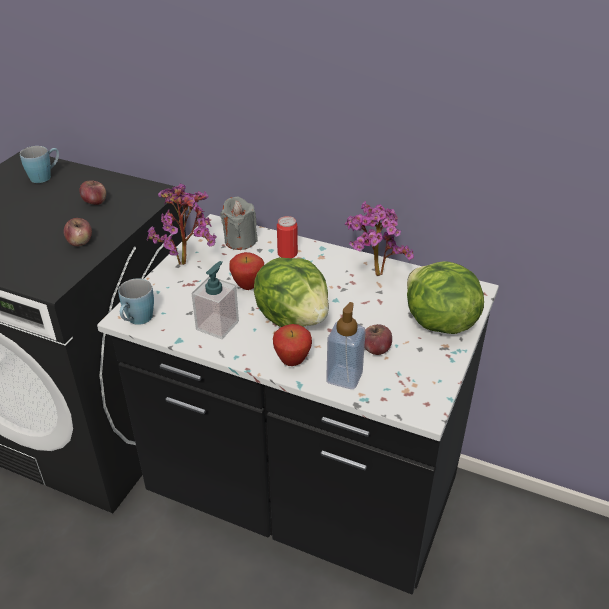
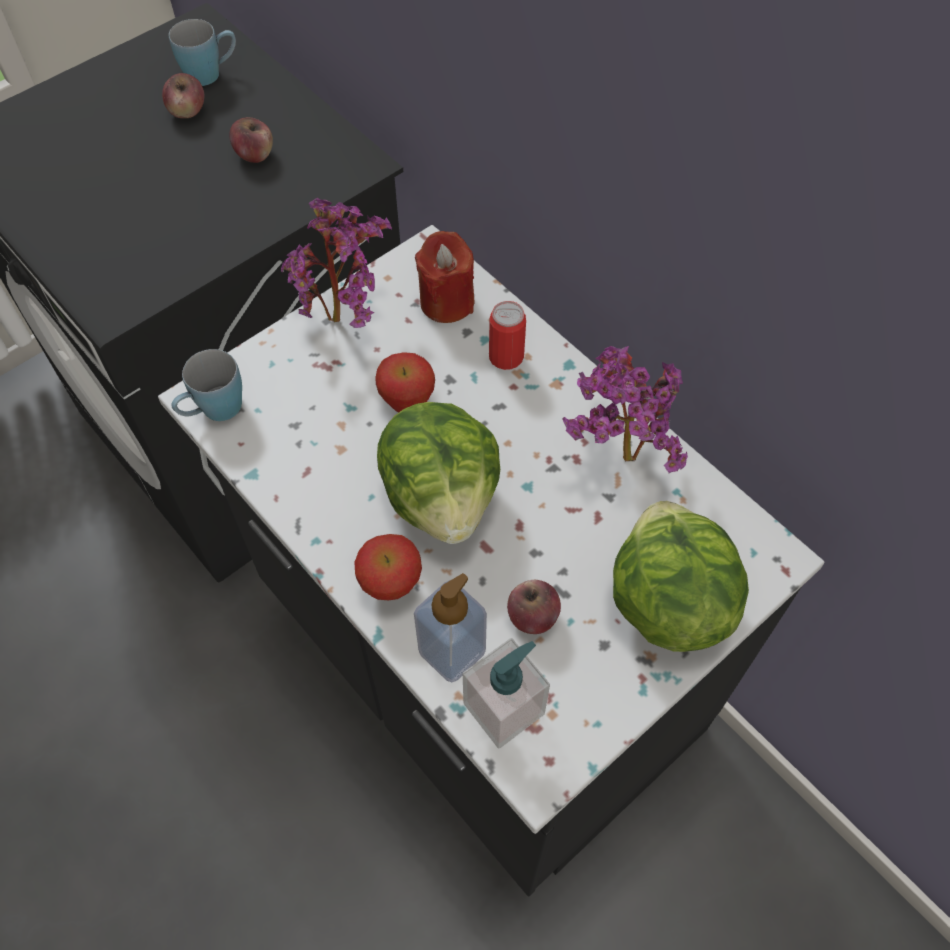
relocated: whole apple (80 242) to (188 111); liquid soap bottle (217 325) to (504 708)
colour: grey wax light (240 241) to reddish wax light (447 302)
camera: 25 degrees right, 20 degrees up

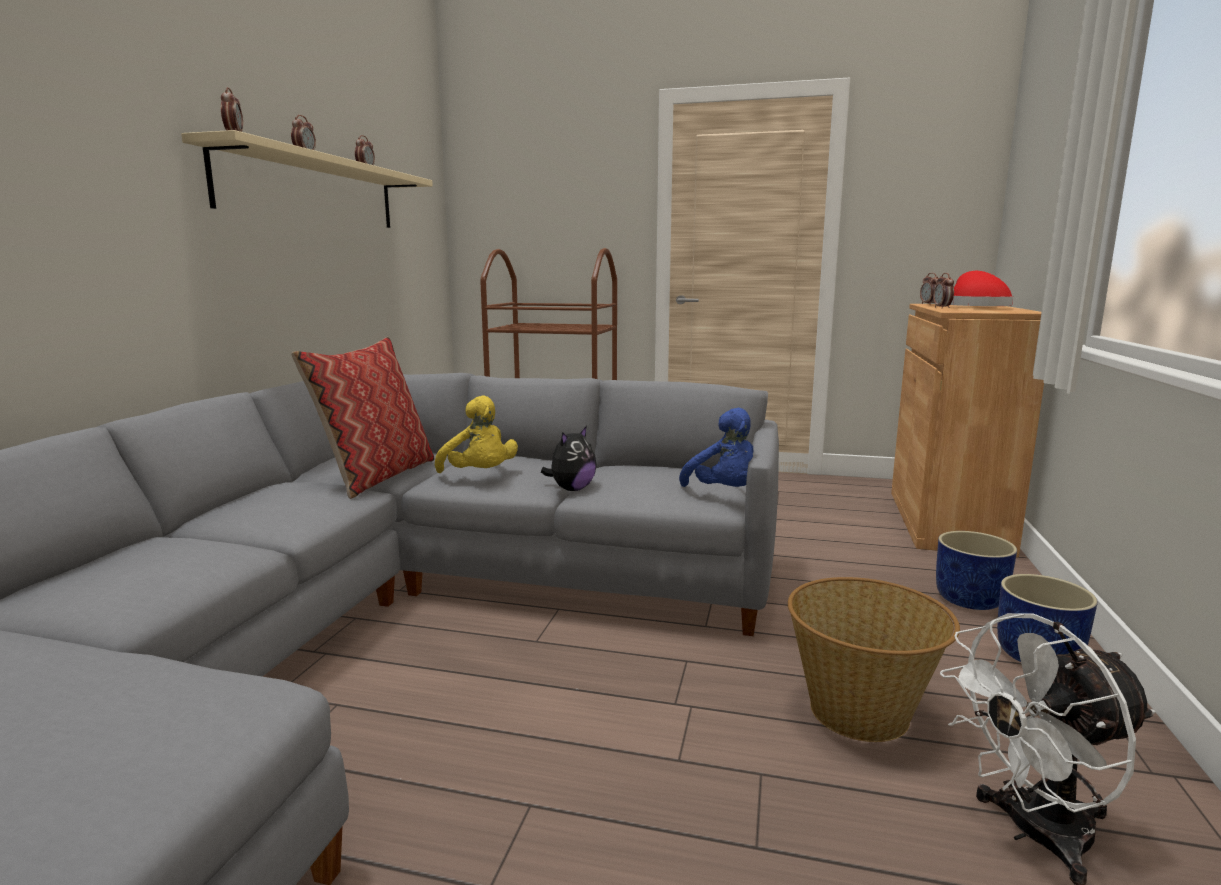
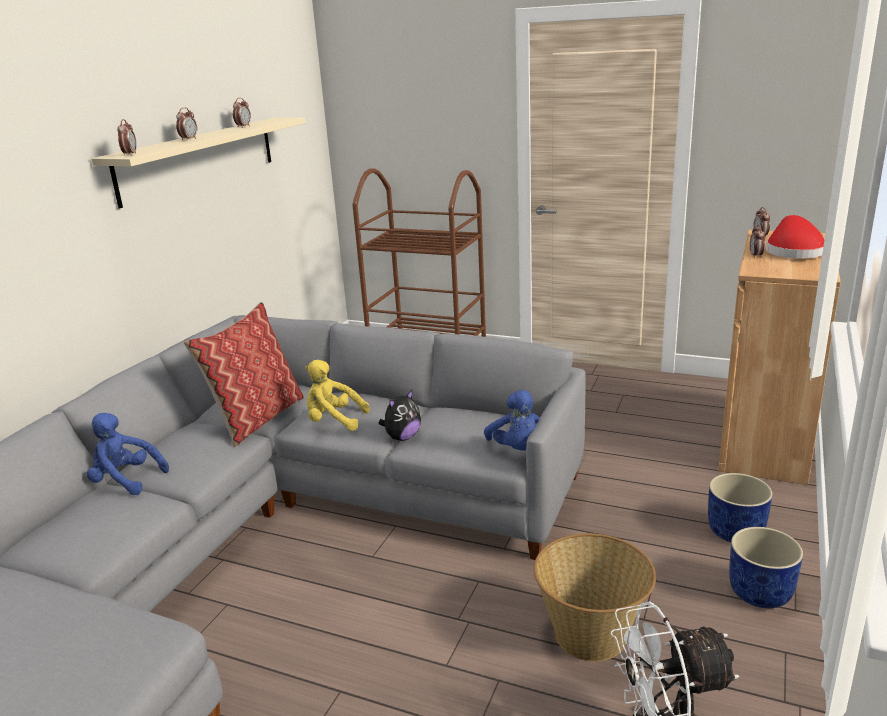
appeared: blue-coloured plush toy (126 480)
spun: yellowish plush toy (479 475) = (333 421) 135 degrees clockwise
camera: 10 degrees right, 10 degrees up

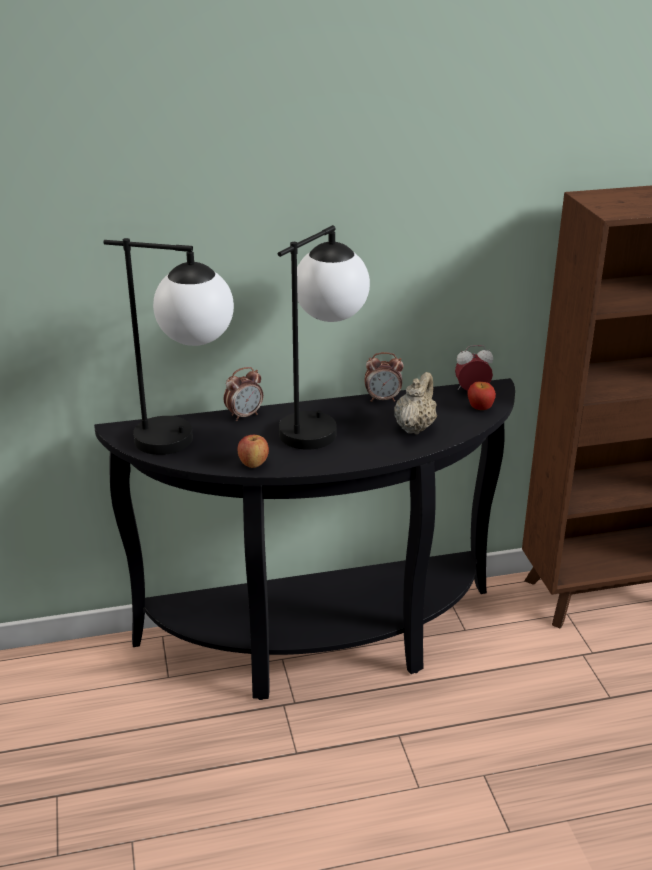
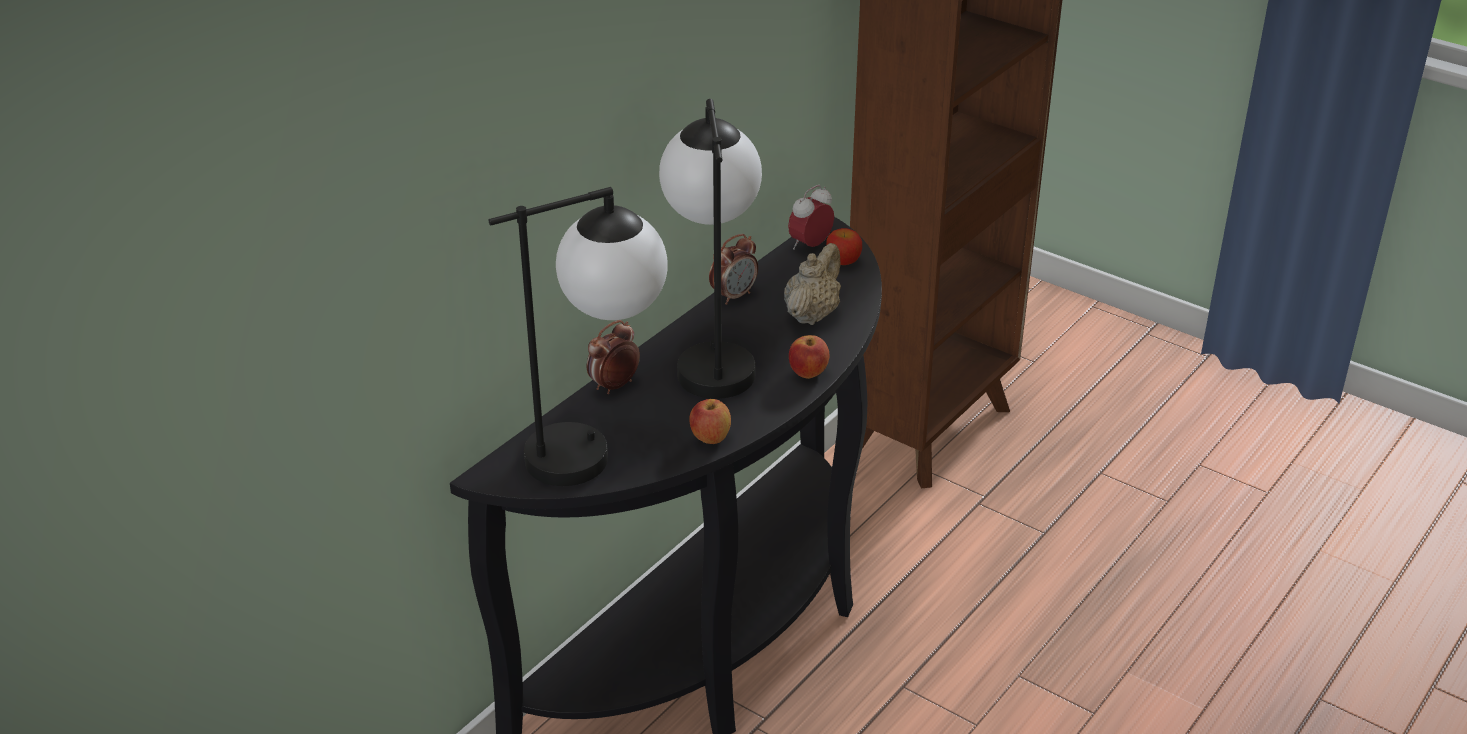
appeared: whole apple (808 373)
spun: alarm clock (244 415) = (614 386) 150 degrees counterclockwise; beige-coloured pot for tea (415 427) = (812 314) 45 degrees clockwise
camera: 40 degrees left, 5 degrees up

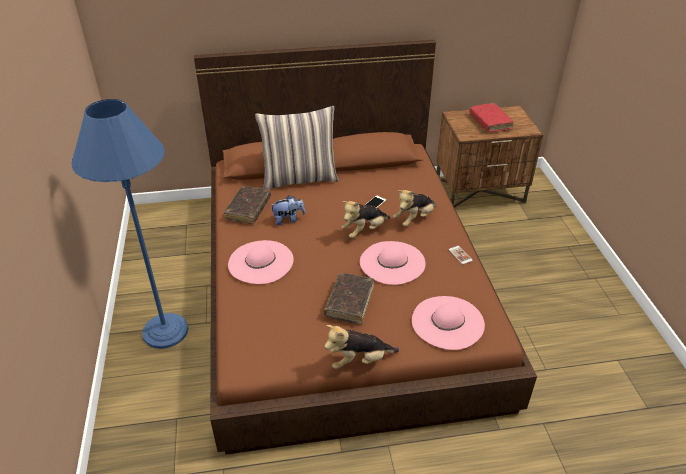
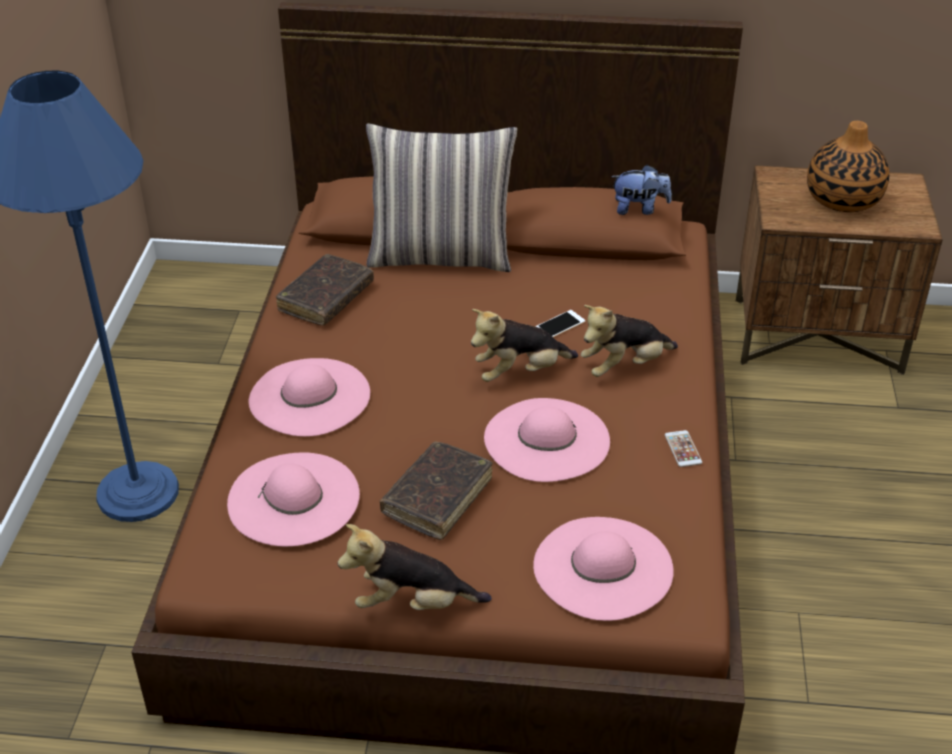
appeared: pink-coloured wearable hat (294 499)
relocated: plush toy (288 220) to (639 209)
exchanged: reddish bound book (490 122) to flower vase (842 199)
camera: 15 degrees right, 0 degrees up

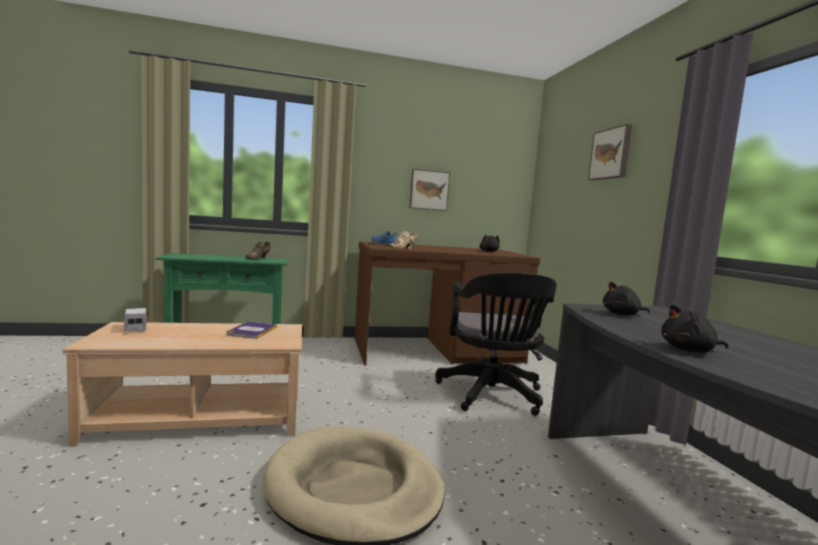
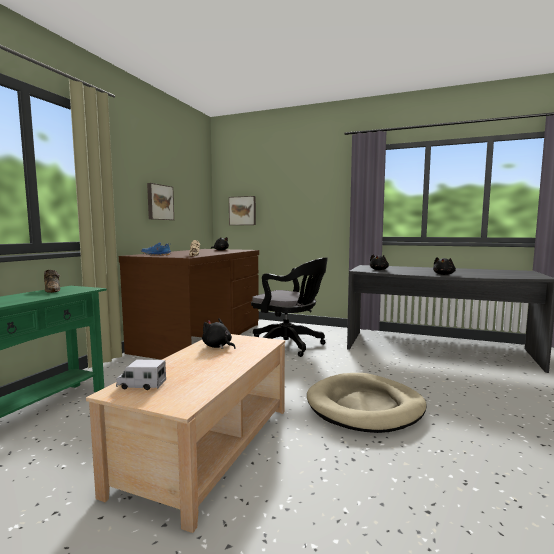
relocated: wall art (611 154) to (242 211)
exchanged: bound book (252 331) to black plush toy (218 346)
camera: 55 degrees left, 0 degrees up

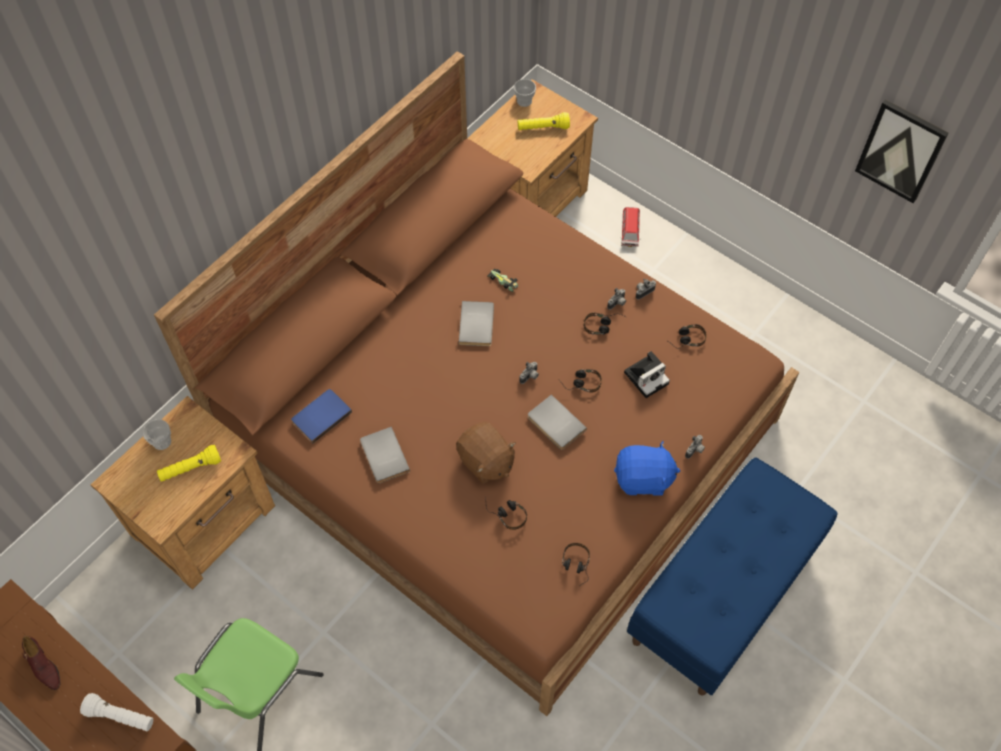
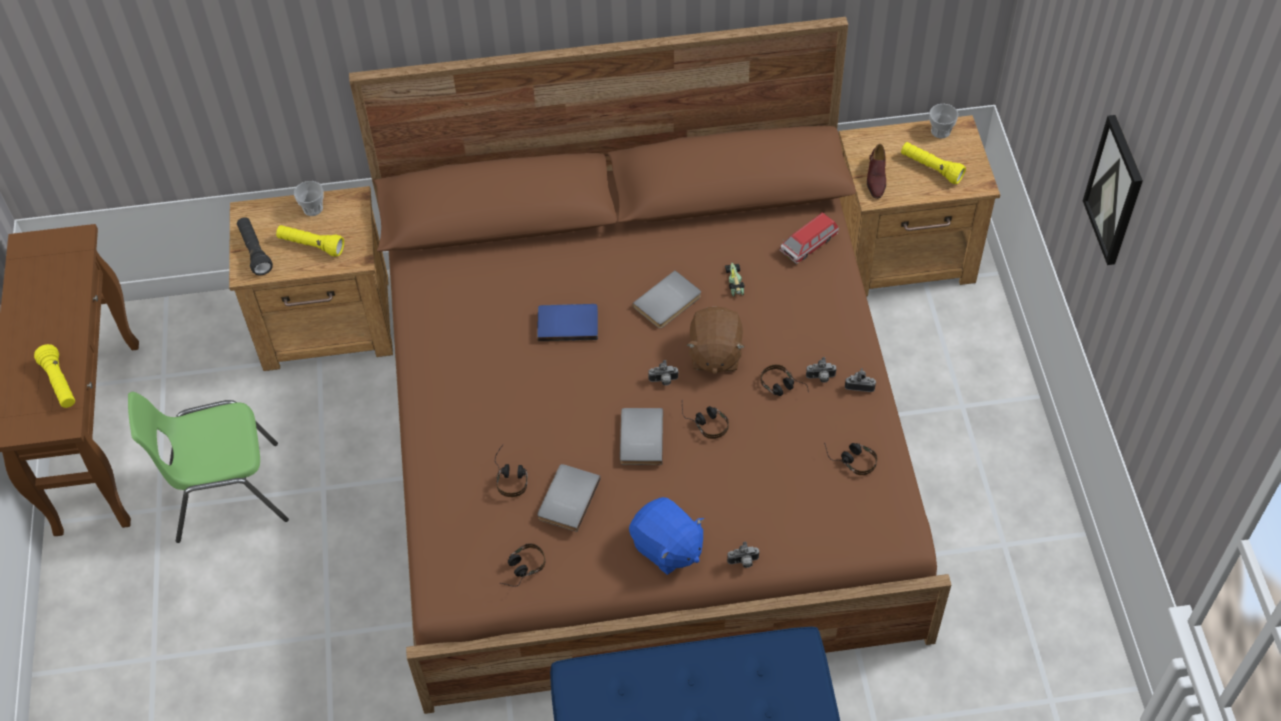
missing: photo camera (647 377)
appeared: black torch (255 251)
relocated: blue-coloured bound book (320 416) to (567 323); grey bound book (383 457) to (566 498); brown-coloured plush toy (485 462) to (714 354); model car (629 232) to (808 244); brown-coloured low shoe (43 666) to (876 178); wall art (901 150) to (1115 190)
colour: white-coloured torch (121 716) to yellowish torch (60 383)
camera: 45 degrees right, 5 degrees down

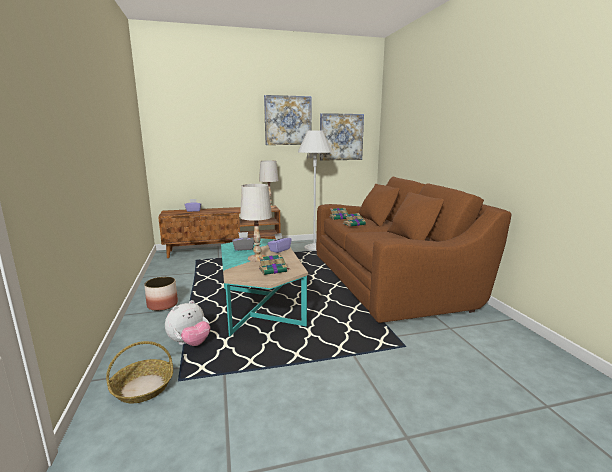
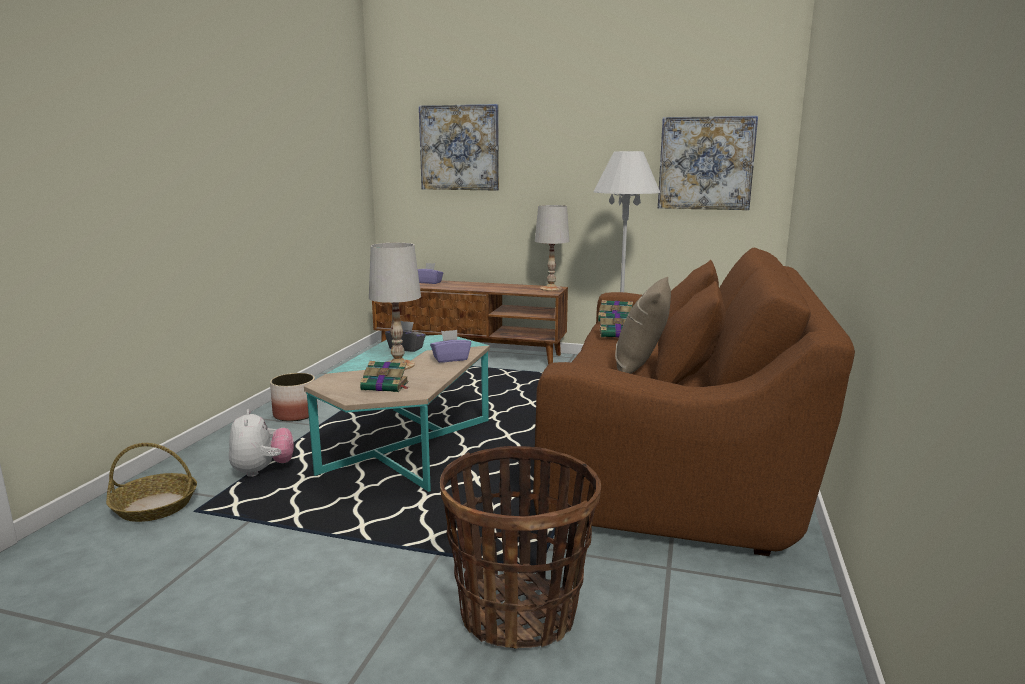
appeared: storage basket (519 613); beige-coloured pillow (640 366)
relocated: wall art (288 120) to (459 148)
spun: plush toy (190 343) = (262 471) 90 degrees counterclockwise
camera: 30 degrees right, 0 degrees up

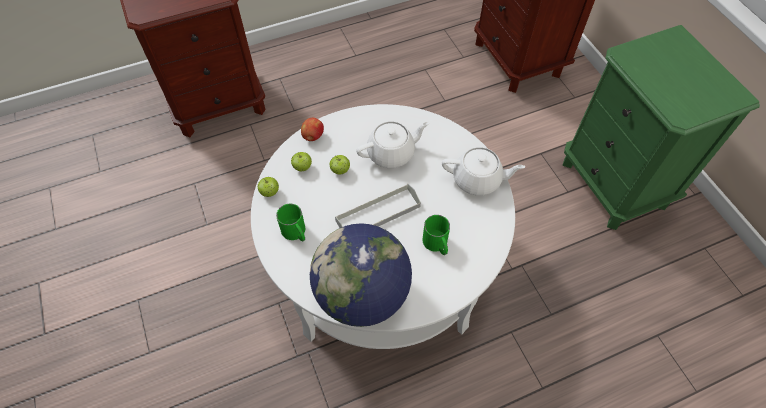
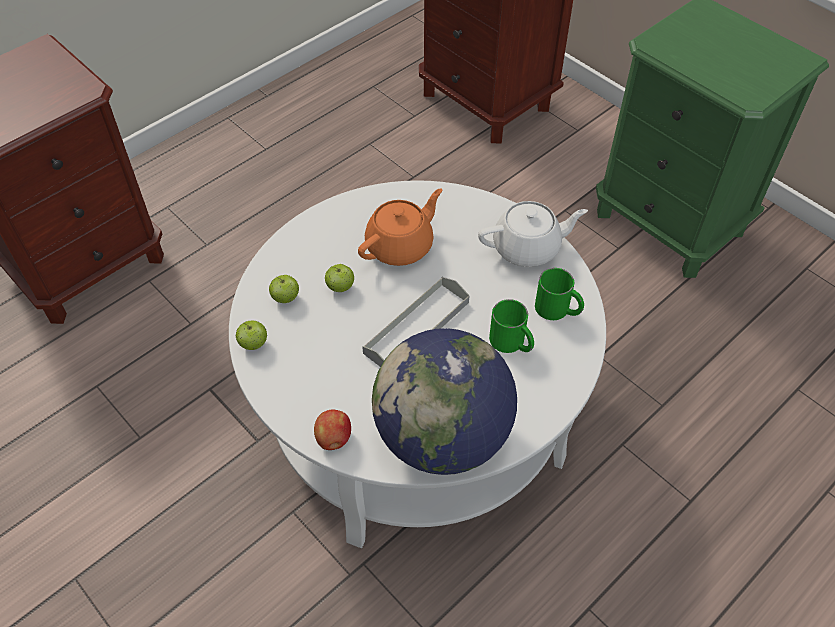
relocated: whole apple (313 136) to (333 439); greenish tea mug (296 233) to (558 310)
colour: white-coloured pot for tea (392 153) to orange pot for tea (401 246)
camera: 20 degrees left, 5 degrees down

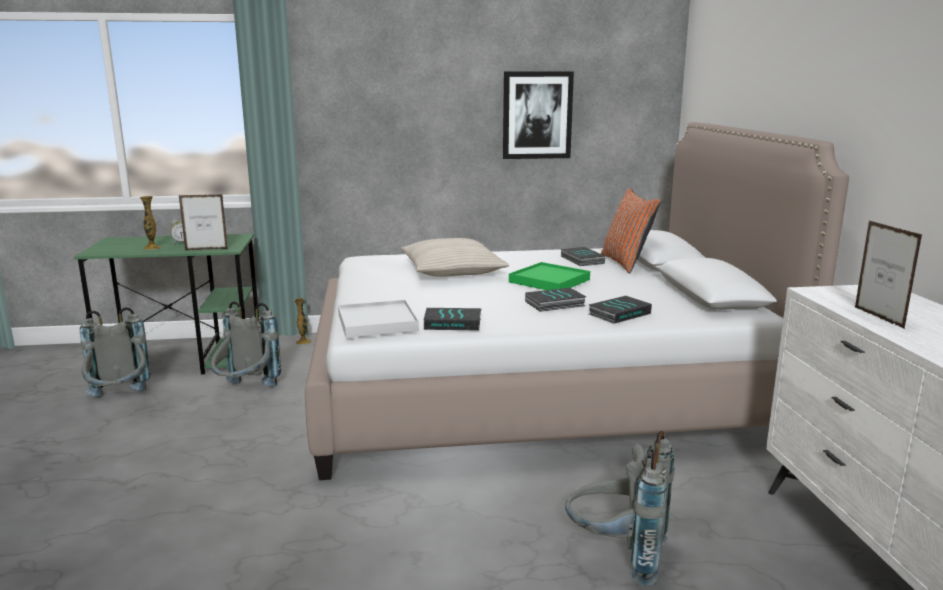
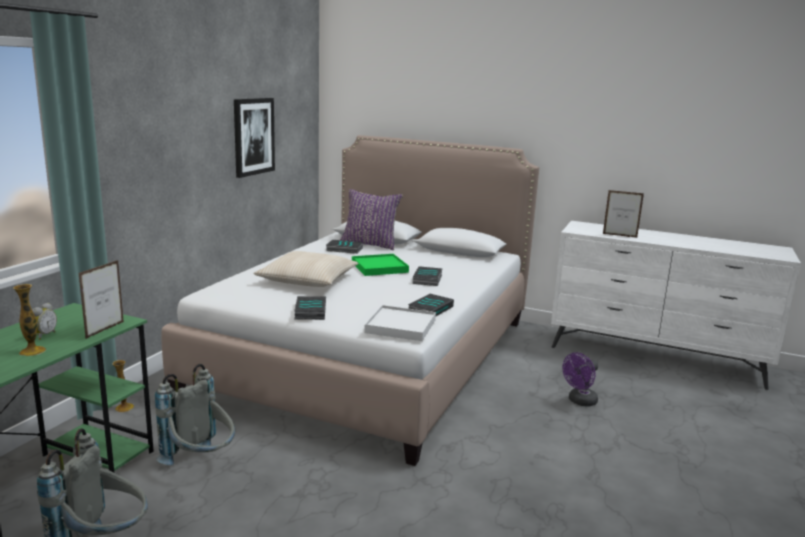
relocated: bound book (619 313) to (309 311)
exchanged: grey backpack (616 556) to purplish electric fan (579 401)
colour: orange pillow (626 263) to purplish pillow (370 244)
camera: 60 degrees left, 0 degrees up

